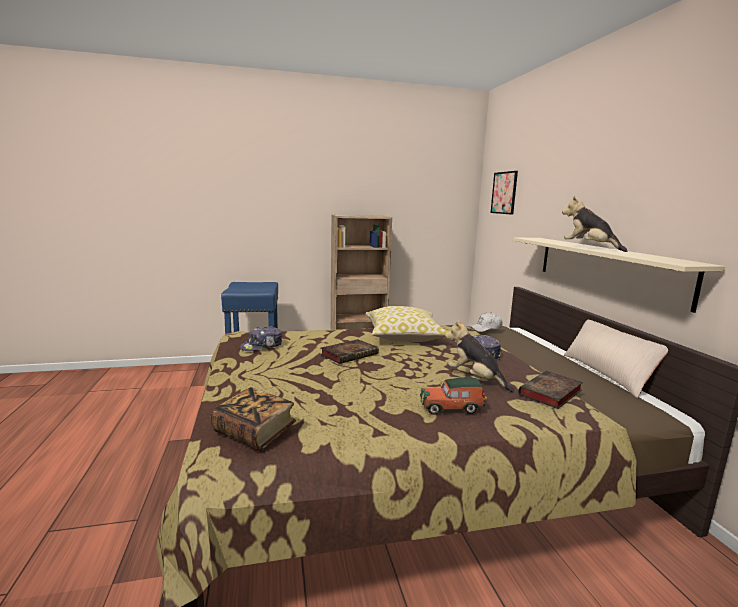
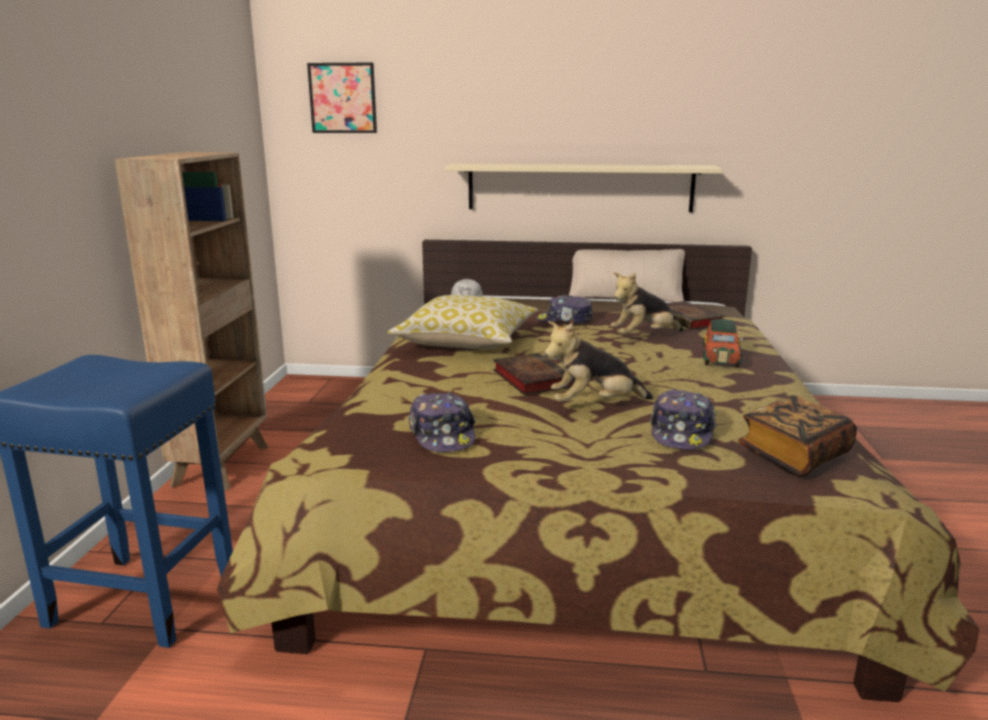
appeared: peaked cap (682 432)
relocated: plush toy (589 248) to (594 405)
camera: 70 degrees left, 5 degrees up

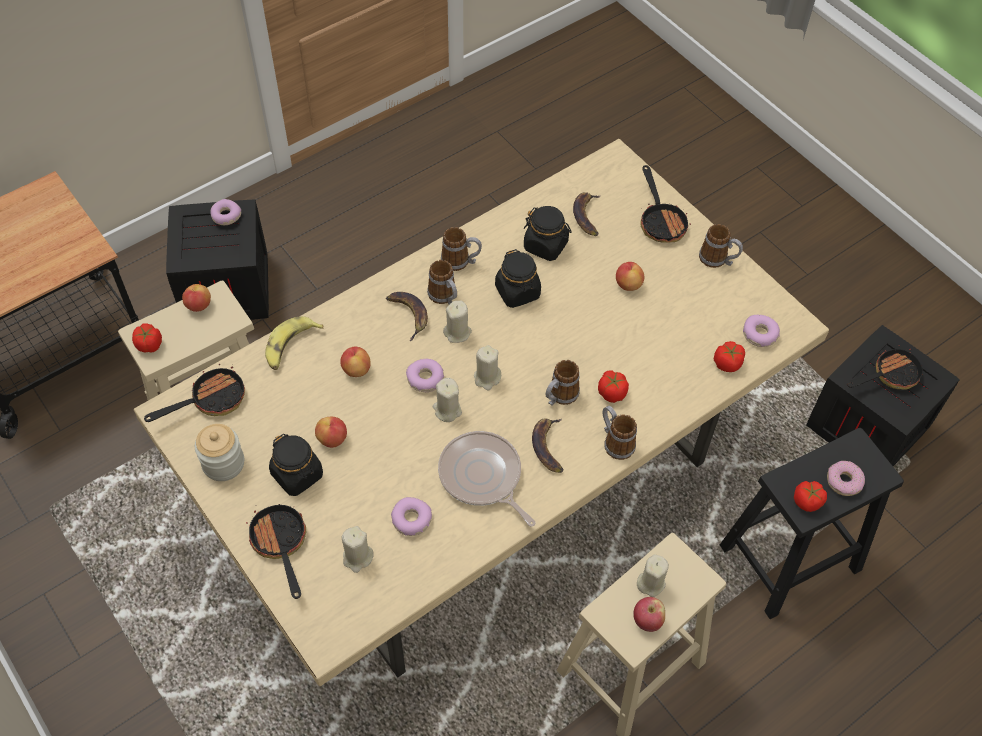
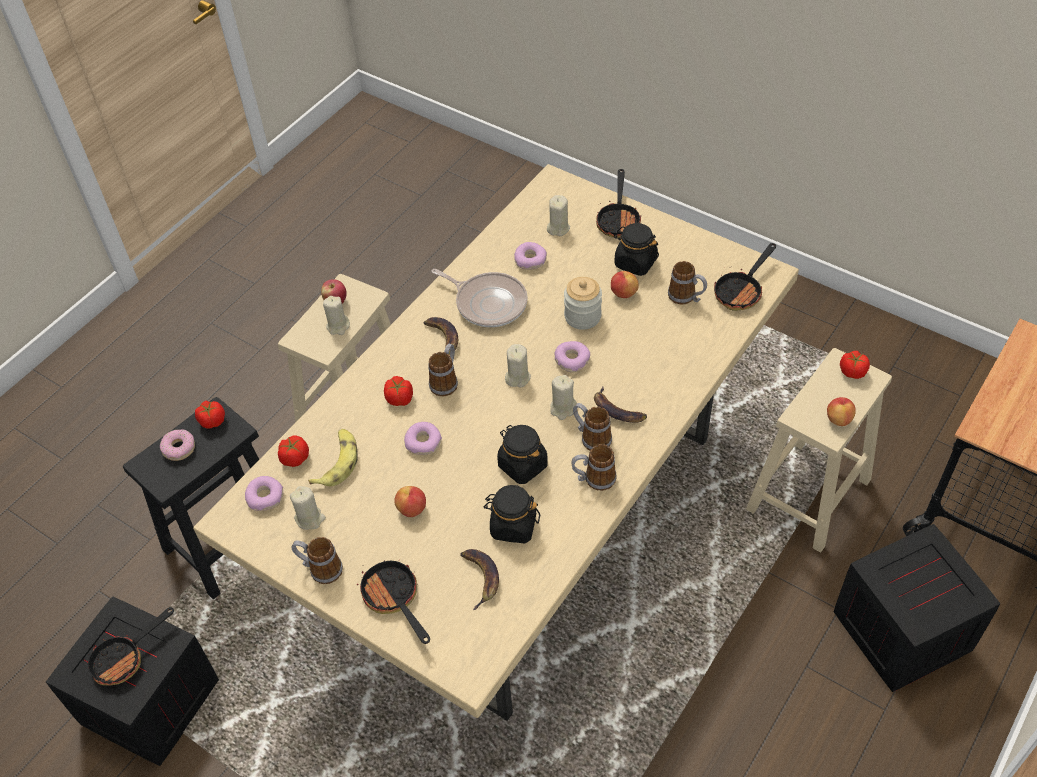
missing: whole apple (356 369)
relocated: beige-coloured wax light (447 410) to (310 518); banana fruit (290 347) to (337 462); ring doughnut (226 216) to (423 442); preserve jar (223 463) to (582 316); tea mug (615 442) to (686 297)
spun: skillet (280 544) = (618 220) 45 degrees clockwise
camera: 165 degrees right, 5 degrees down

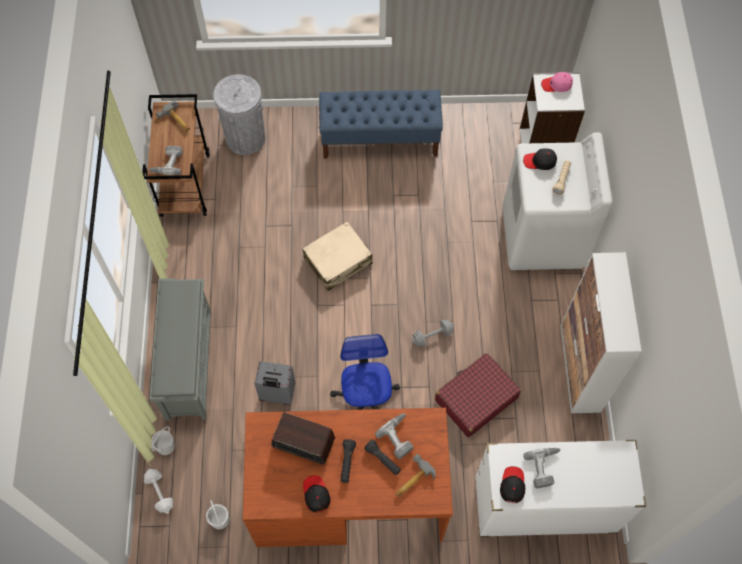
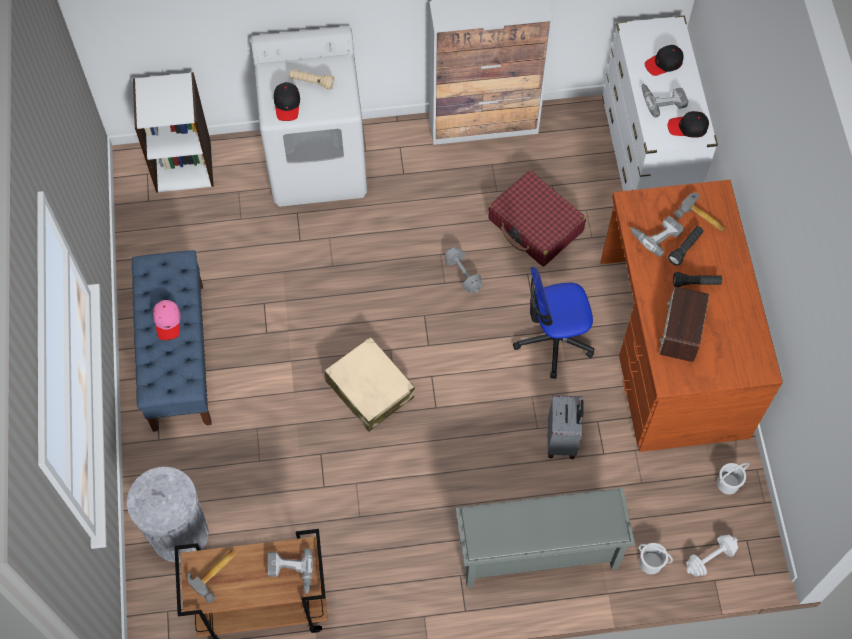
relocated: pink-coloured peaked cap (556 85) to (168 322); black peaked cap (316 494) to (664 63)
camera: 95 degrees left, 0 degrees up

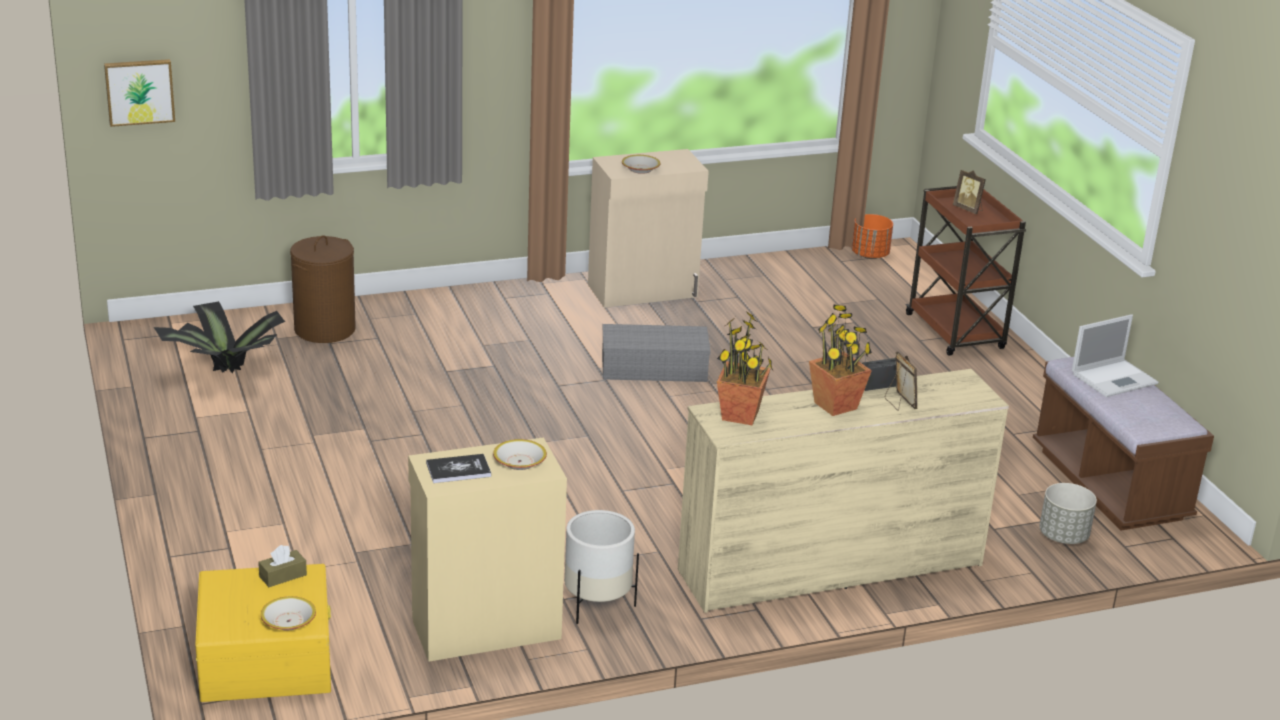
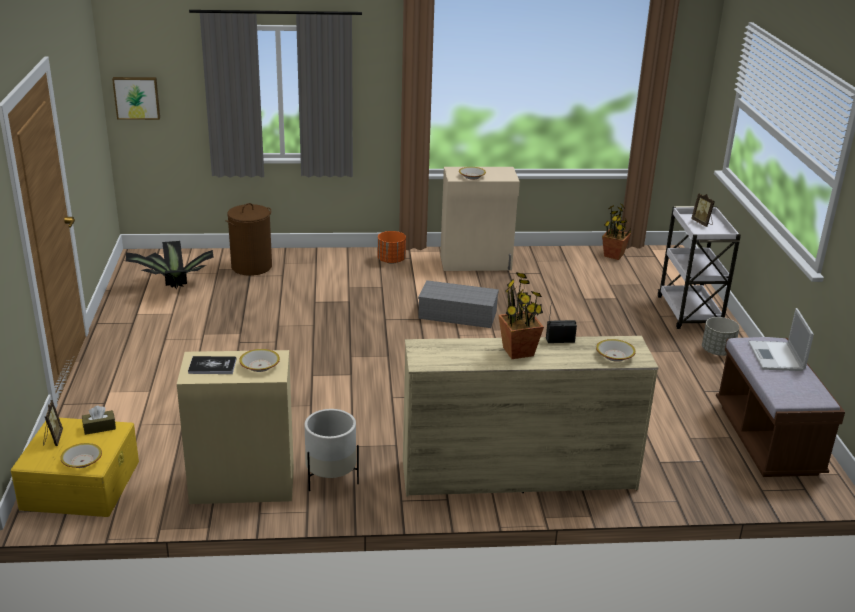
appeared: deep dish (614 356)
relocated: photo frame (899 403) to (53 439); orange flower pot (870 255) to (391 261); plant in a pot (741 415) to (614 255); grey flower pot (1063 536) to (717 351)
colour: brown-coloured cart (956 333) to white-coloured cart (689 313)
spun: portable computer (1115 378) = (776 357) 105 degrees clockwise
camera: 15 degrees right, 0 degrees up

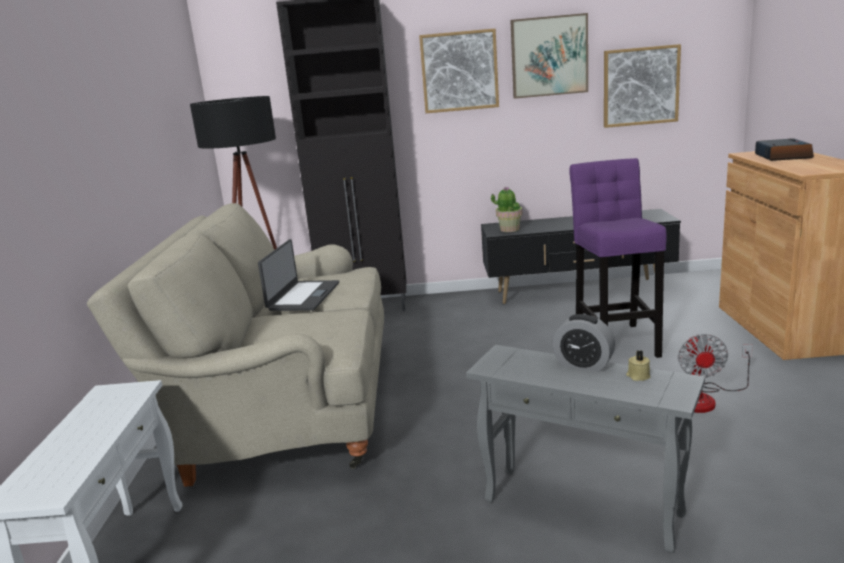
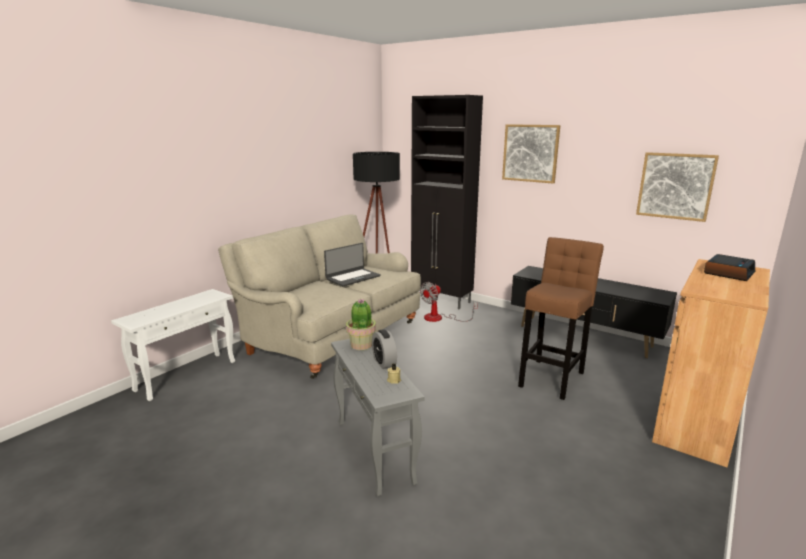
missing: wall art (549 56)
relocated: plant in a pot (509 229) to (361 345); electric fan (705 399) to (440 318)
colour: purplish sitting stool (616 341) to brown-coloured sitting stool (552 377)
camera: 35 degrees right, 0 degrees up

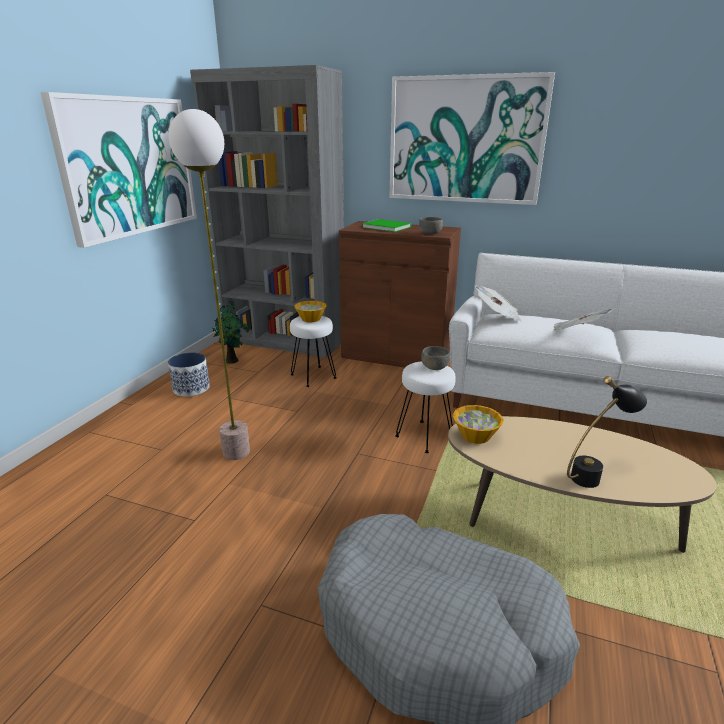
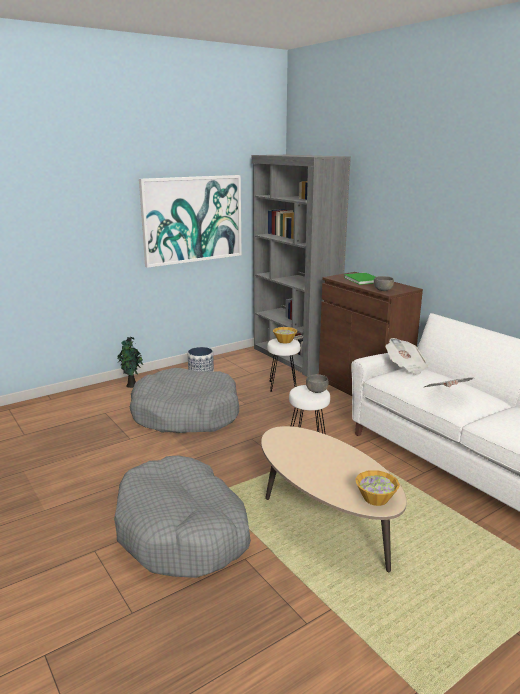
missing: wall art (465 140); black lamp for a table (594 475)
relocated: plant in a pot (233 360) to (132 385); deep dish (475 436) to (375 498)
exchanged: floor lamp (236 452) to grey dog cushion (186 414)
camera: 35 degrees right, 5 degrees down

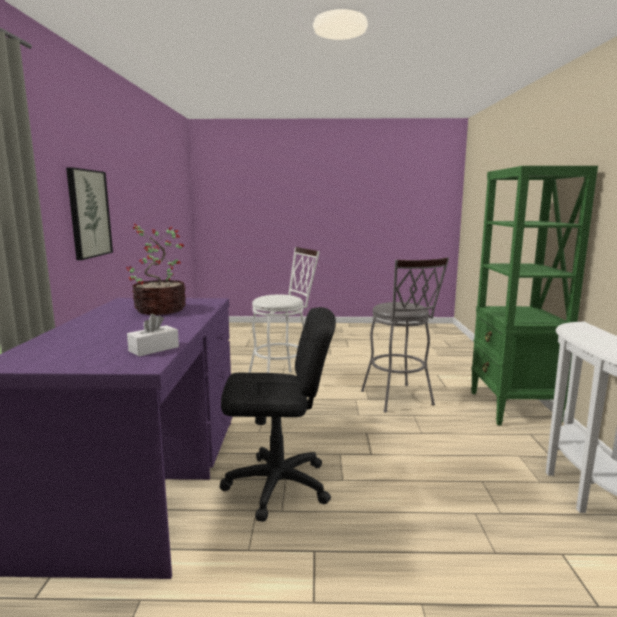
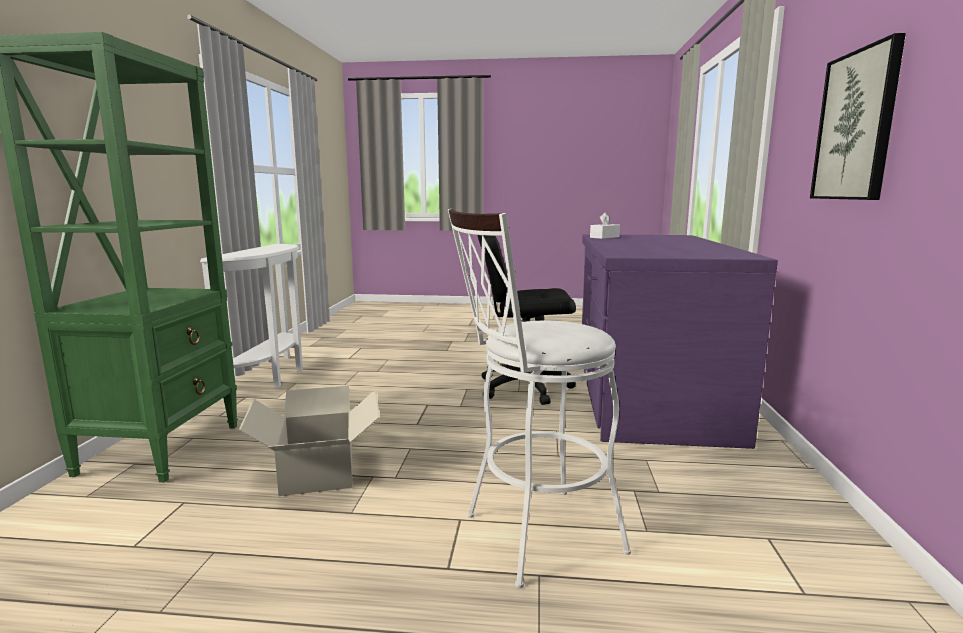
missing: plant in a pot (159 310)
exchanged: grey sitting stool (399 400) to carton (319 472)
camera: 175 degrees left, 0 degrees up

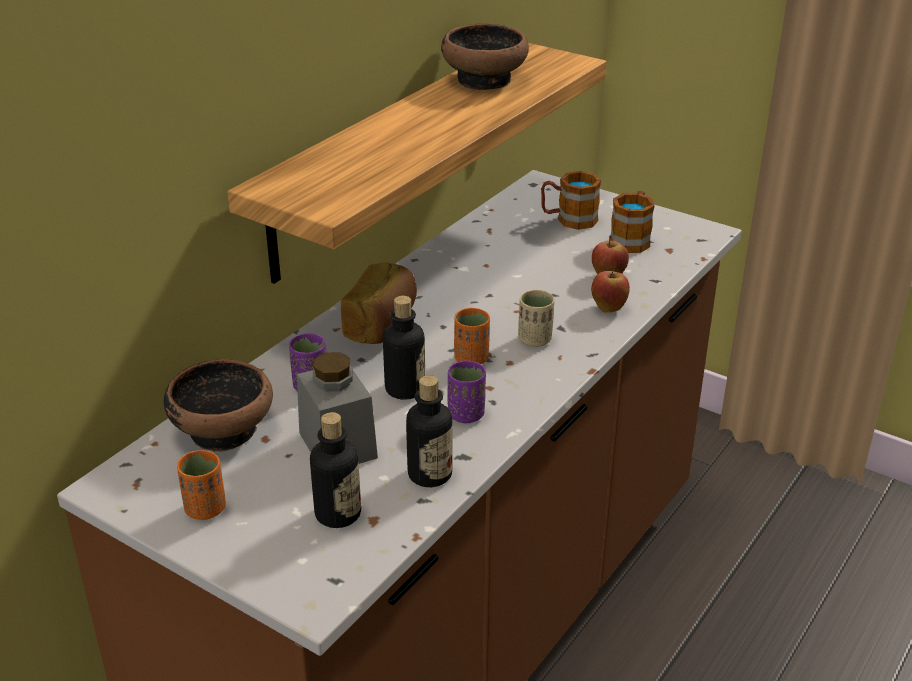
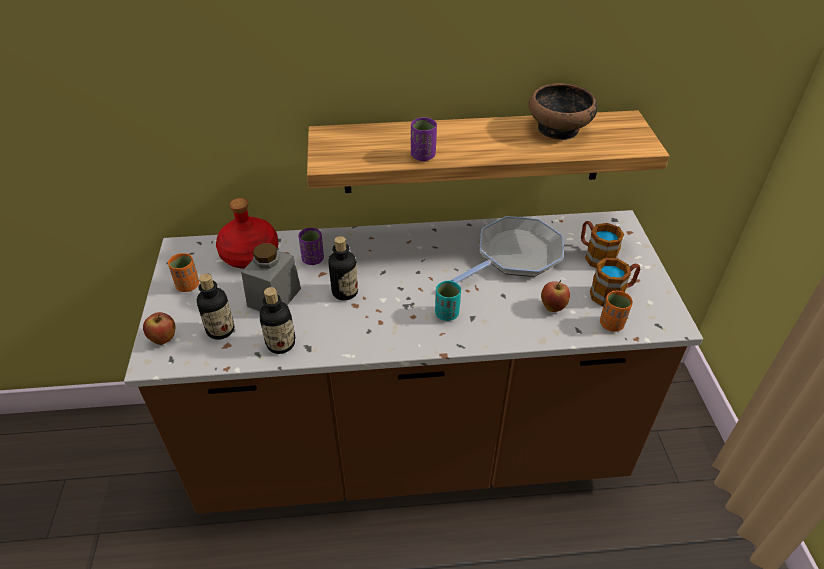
missing: bread (383 324)
appeared: skillet (515 255)
relocated: whole apple (608 309) to (164 339); purplish drinking cup (466 415) to (423 156); orange drinking cup (471 359) to (611 324)
exchanged: deep dish (223 430) to reddish beverage bottle (250 254)
colour: beige-coloured drinking cup (535 340) to turquoise drinking cup (447 314)
camera: 50 degrees right, 10 degrees up

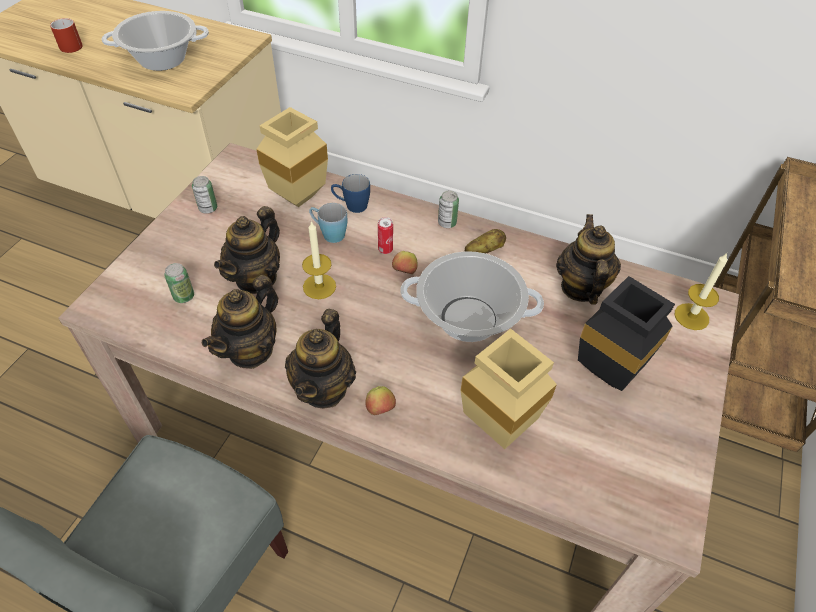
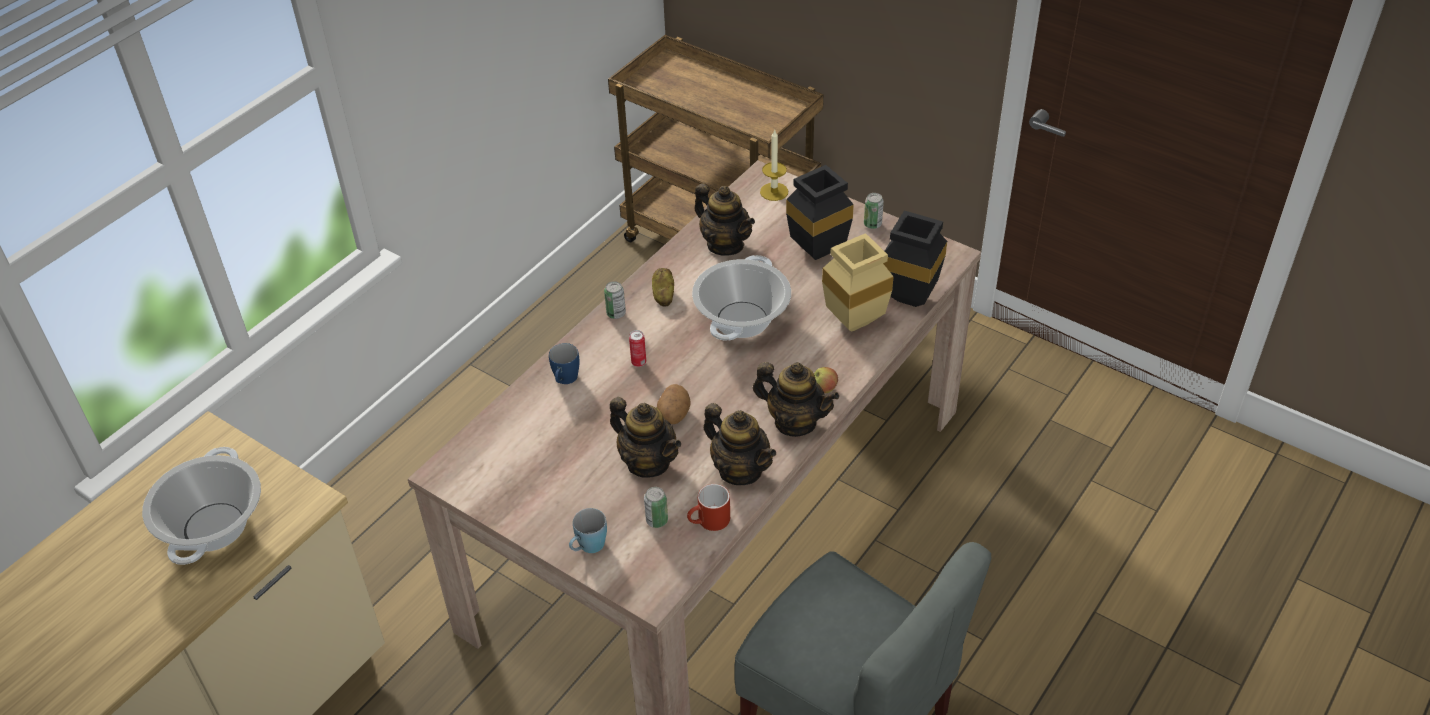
missing: beige-coloured flower vase (298 201); whole apple (405 272)
appeared: black flower vase (913 298)
relocated: blue-coloured tea mug (329 233) to (588 548); reddish tea mug (68 45) to (709 522); can (208 208) to (872 224)
exchanged: wax light (319 286) to spud (673 415)
spun: pot for tea (580 287) = (725 244) 150 degrees counterclockwise
camera: 75 degrees left, 5 degrees down

